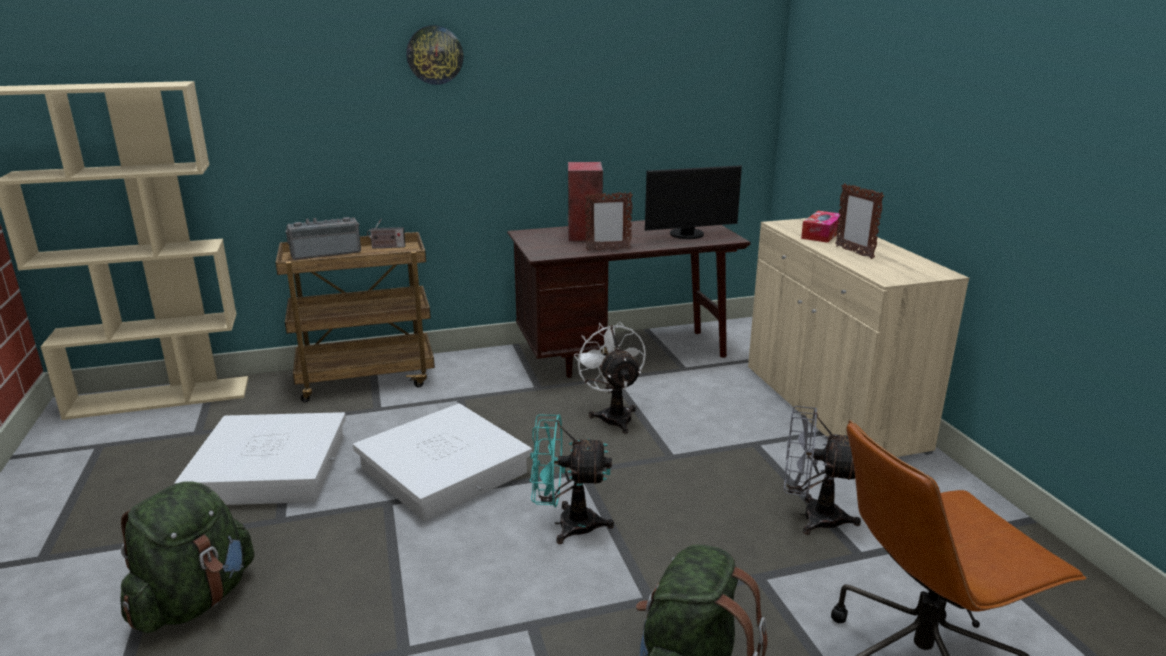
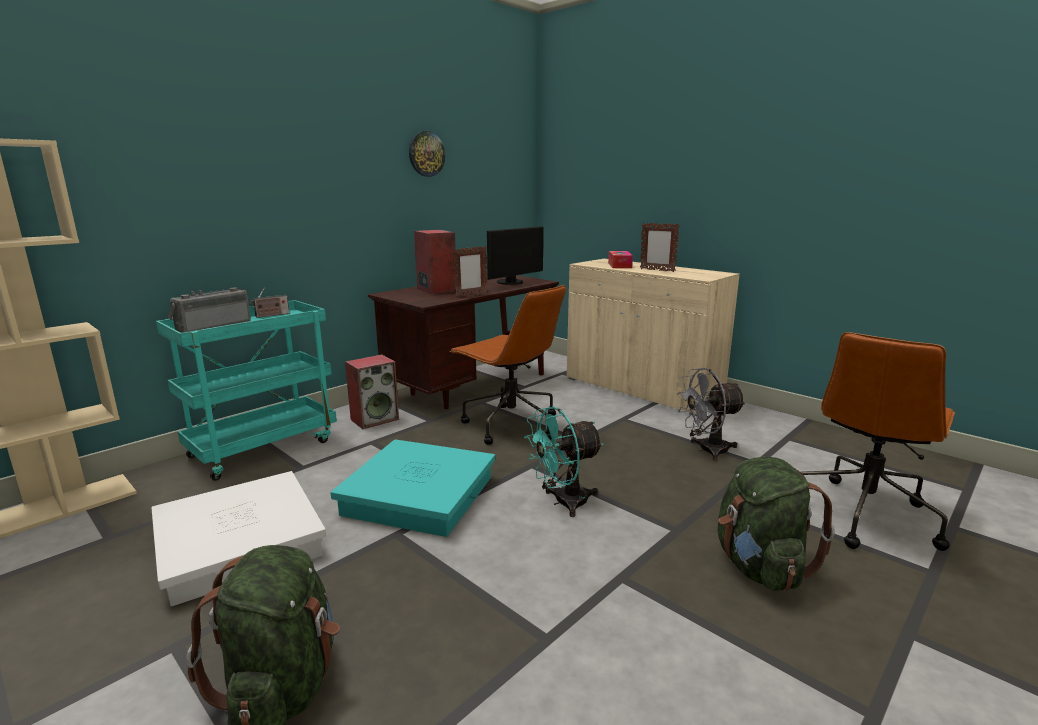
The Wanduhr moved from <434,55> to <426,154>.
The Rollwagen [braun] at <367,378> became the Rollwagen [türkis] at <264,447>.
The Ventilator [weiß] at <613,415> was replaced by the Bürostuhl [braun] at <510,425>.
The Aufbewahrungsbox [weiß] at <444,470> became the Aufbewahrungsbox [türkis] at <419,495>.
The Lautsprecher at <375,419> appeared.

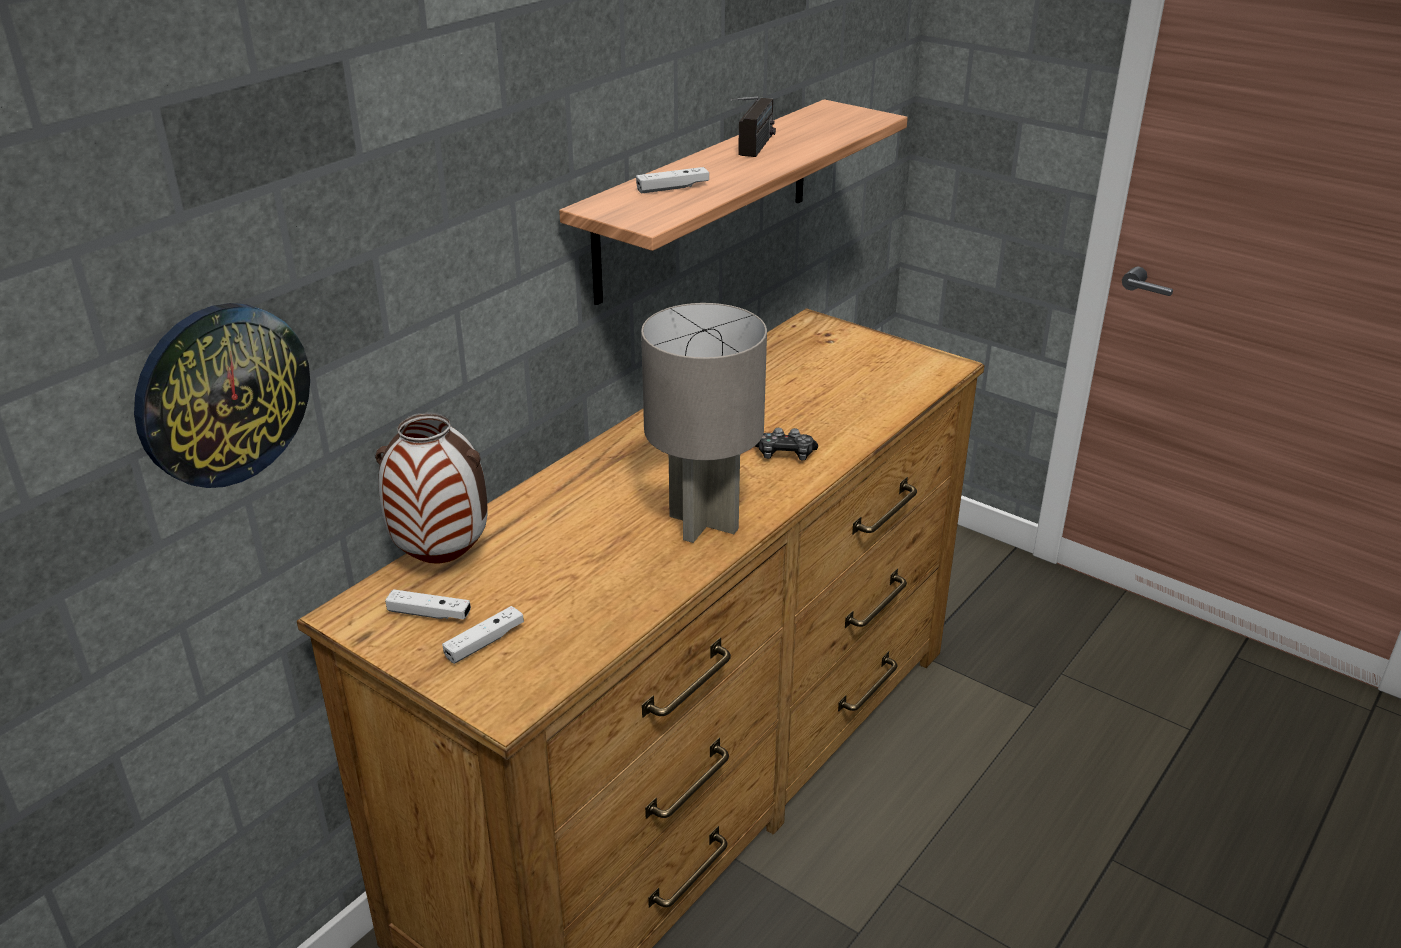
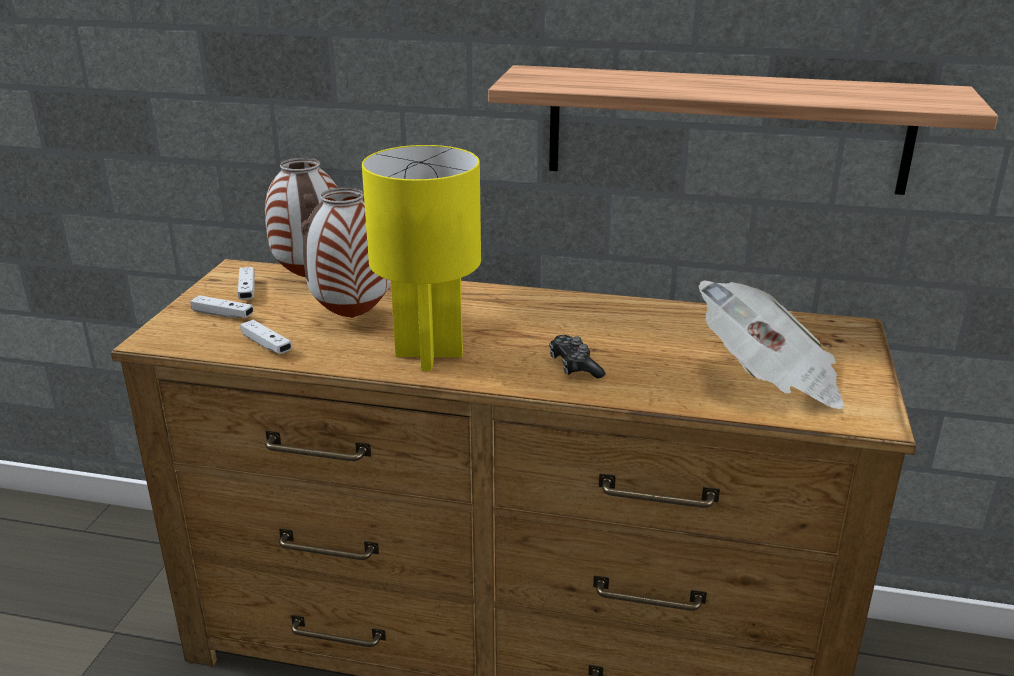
The Radio at <753,151> disappeared.
The Gamepad [weiß] moved from <672,188> to <266,345>.
The Wanduhr at <222,394> disappeared.
The Tischlampe [grau] at <704,523> became the Tischlampe [gelb] at <428,355>.
The Vase at <351,318> appeared.
The Zeitung at <769,379> appeared.

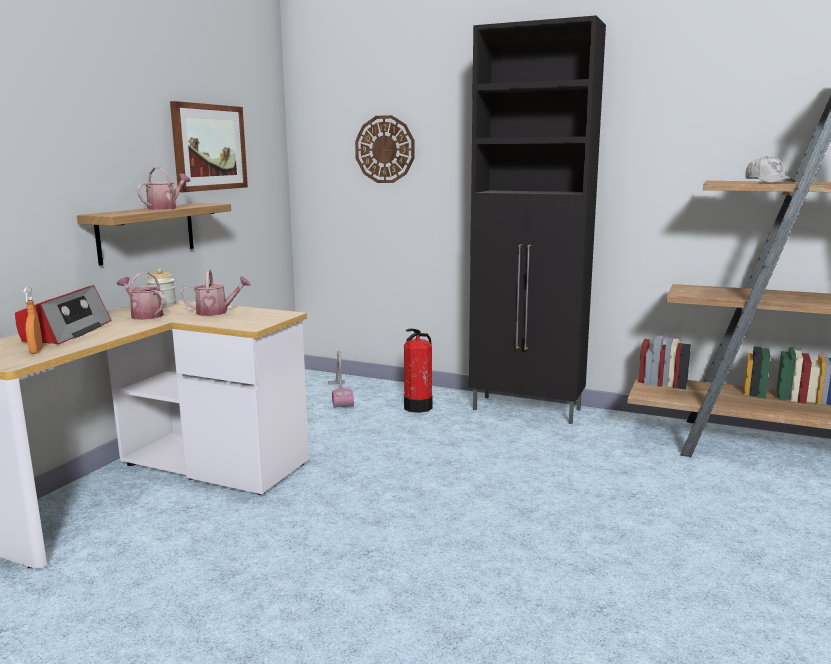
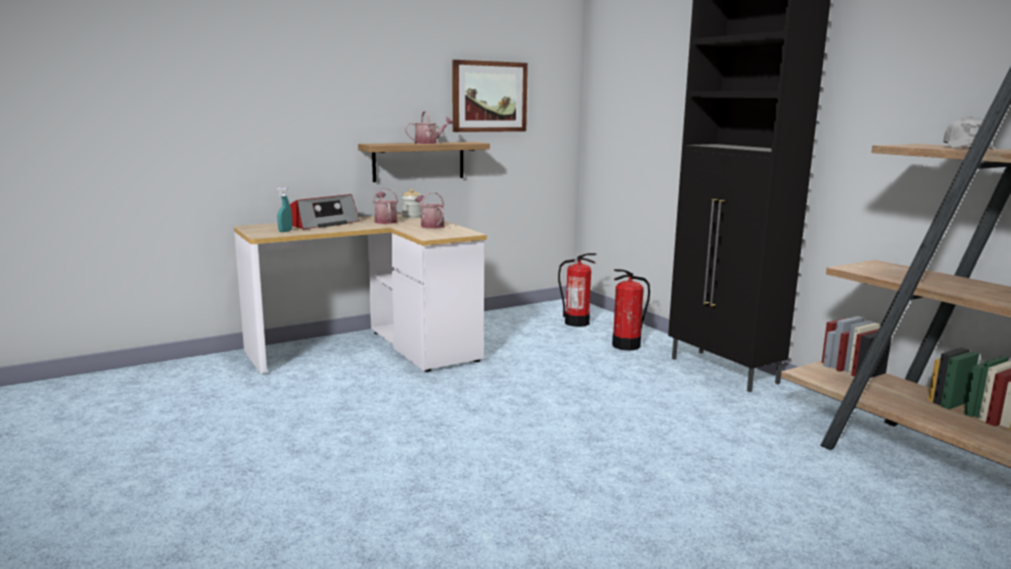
The Wanduhr at <385,149> disappeared.
The Gießkanne at <217,312> turned 150 degrees counterclockwise.
The Sprühflasche [orange] at <36,351> became the Sprühflasche [türkis] at <285,231>.
The Staubsauger at <340,394> was replaced by the Feuerlöscher at <576,322>.

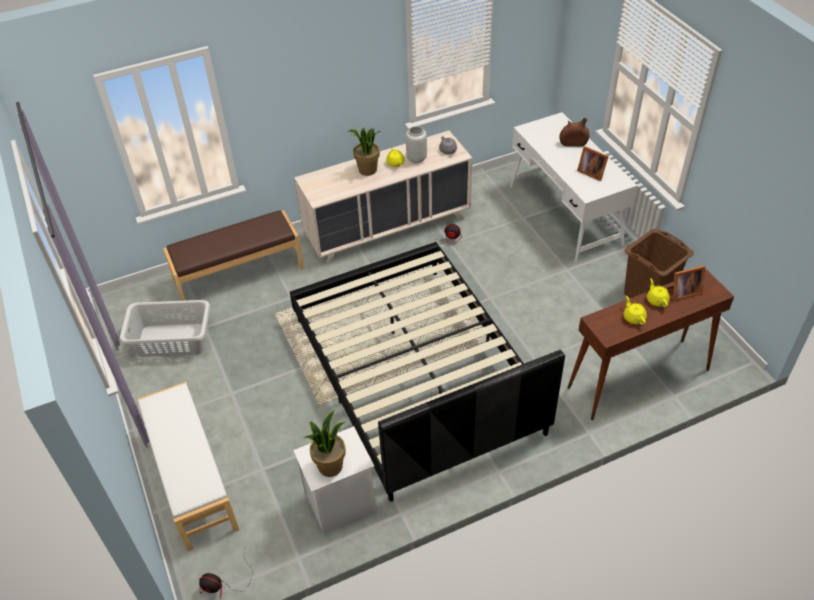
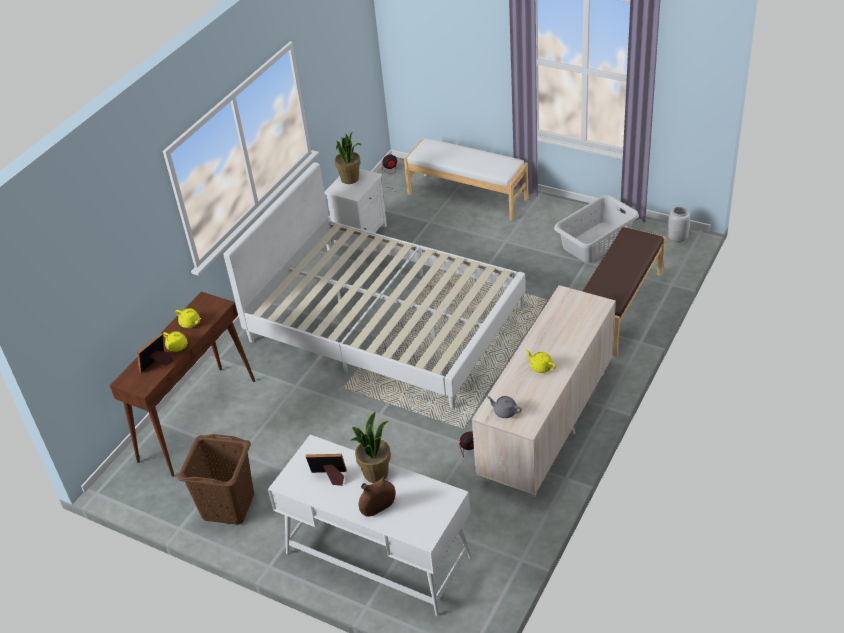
The Vase [grau] moved from <416,159> to <677,238>.
The Topfpflanze moved from <367,170> to <375,473>.
The Bett [schwarz] at <414,374> became the Bett [weiß] at <385,322>.

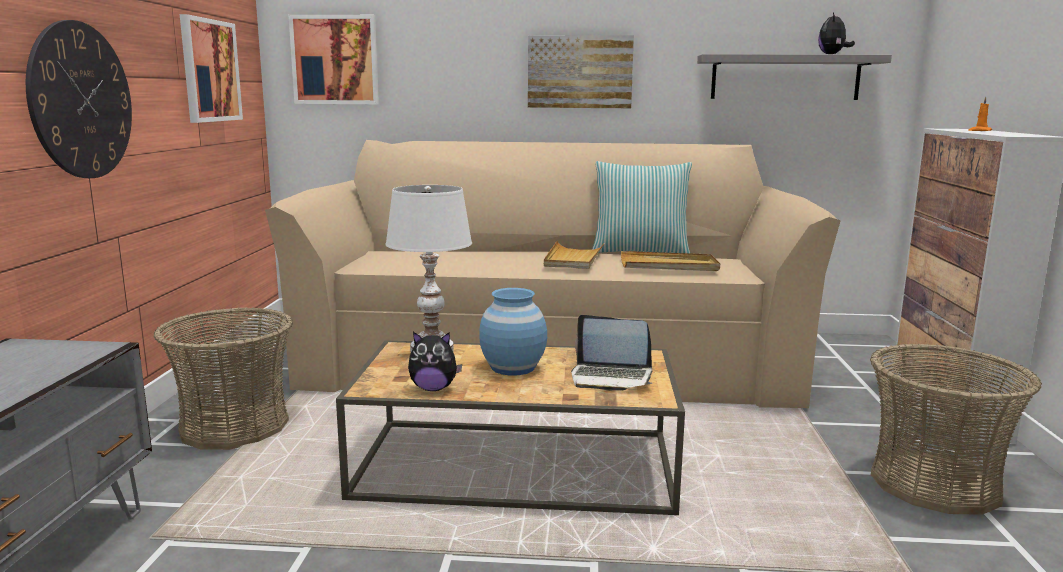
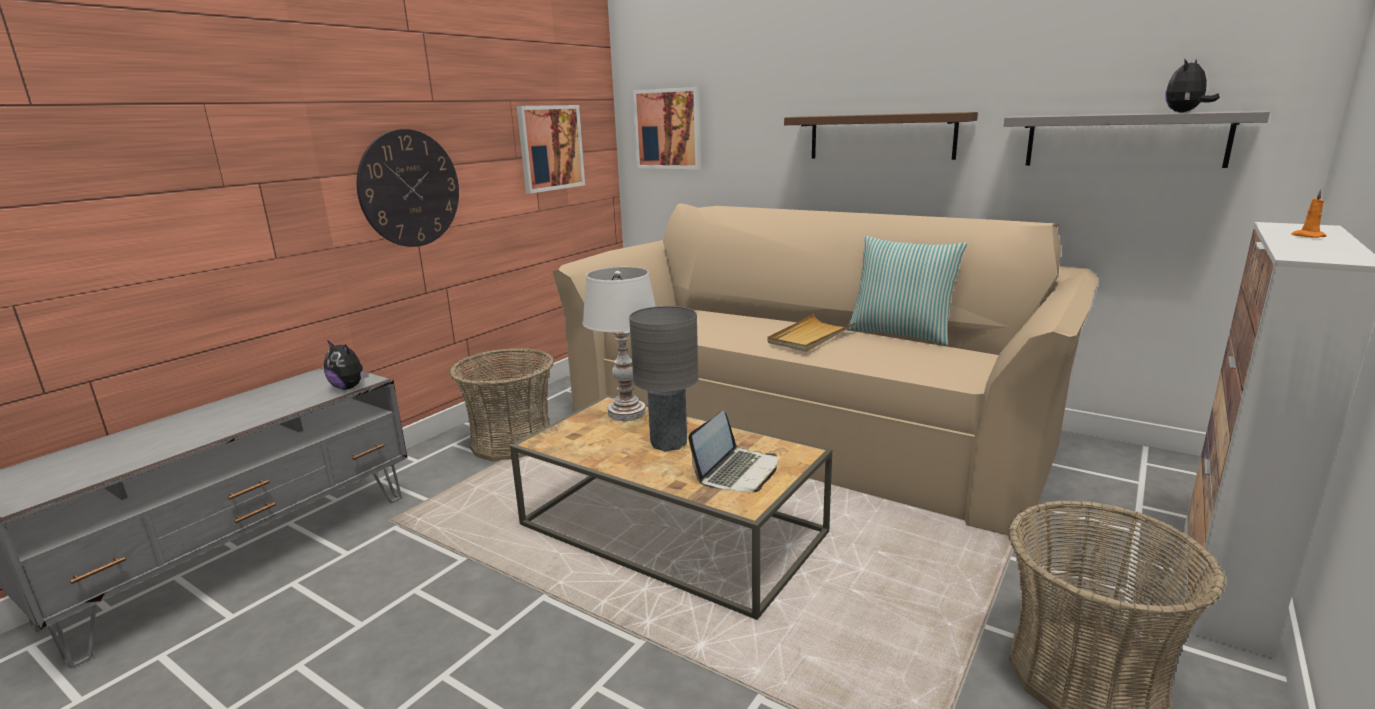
The Bild at <580,72> was replaced by the Wandregal [braun] at <881,136>.
The Tablett [beige] at <669,265> disappeared.
The Vase [blau] at <513,368> was replaced by the Tischlampe [grau] at <668,443>.
The Laptop at <611,378> turned 105 degrees counterclockwise.
The Plüschtier moved from <433,388> to <349,387>.

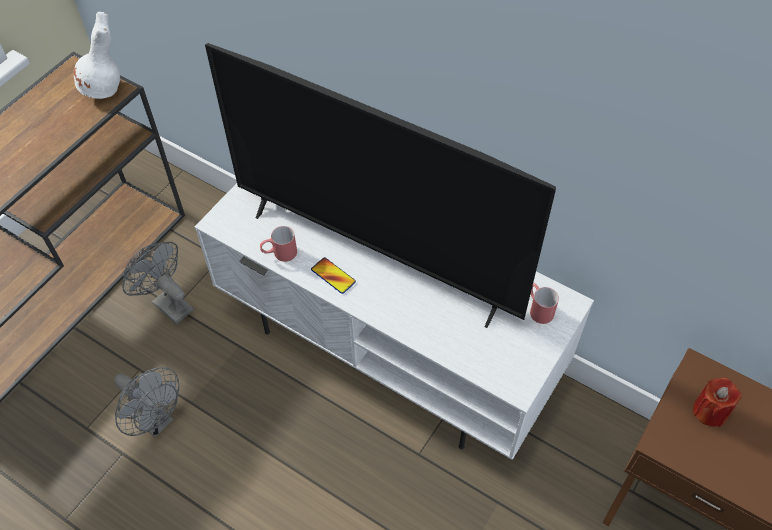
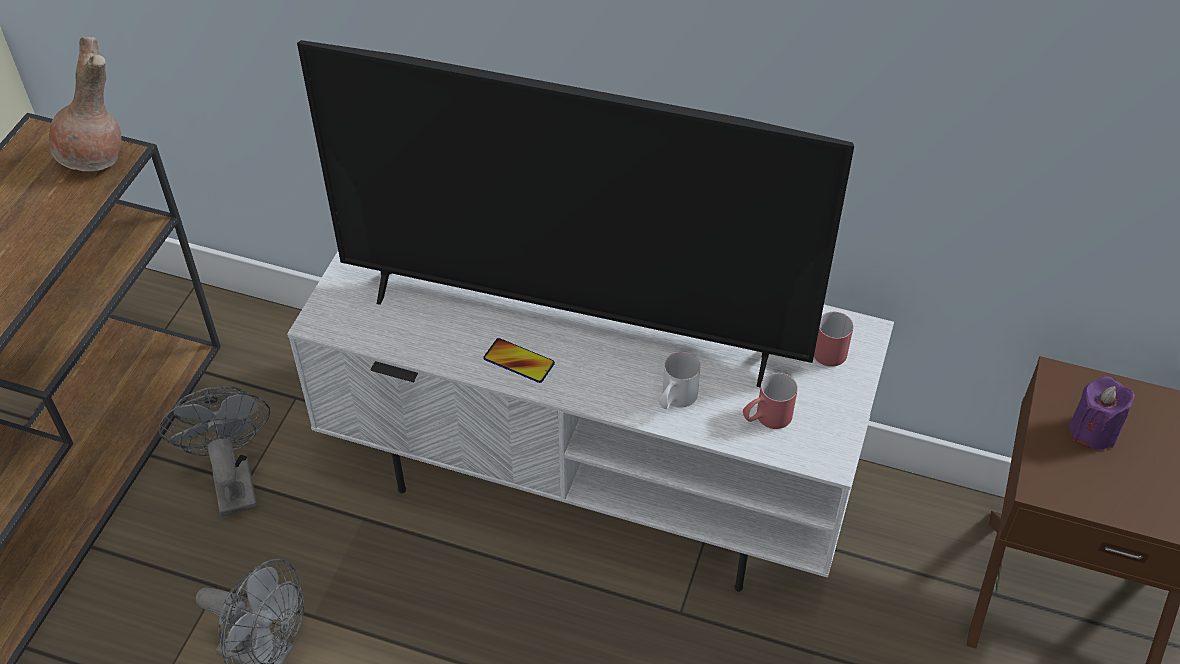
The Vase [weiß] at <104,89> became the Vase [braun] at <96,158>.
The Henkelbecher [rot] moved from <279,253> to <766,418>.
The Ventilator [grau] at <167,303> turned 45 degrees clockwise.
The Kerze [rot] at <710,411> became the Kerze [lila] at <1093,431>.
The Henkelbecher [weiß] at <675,400> appeared.

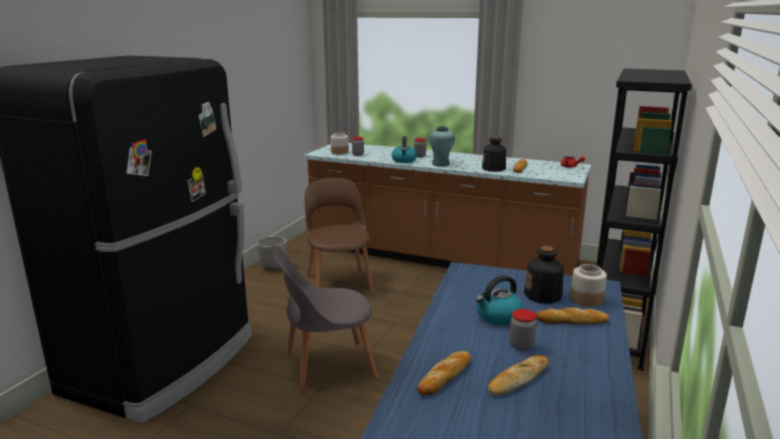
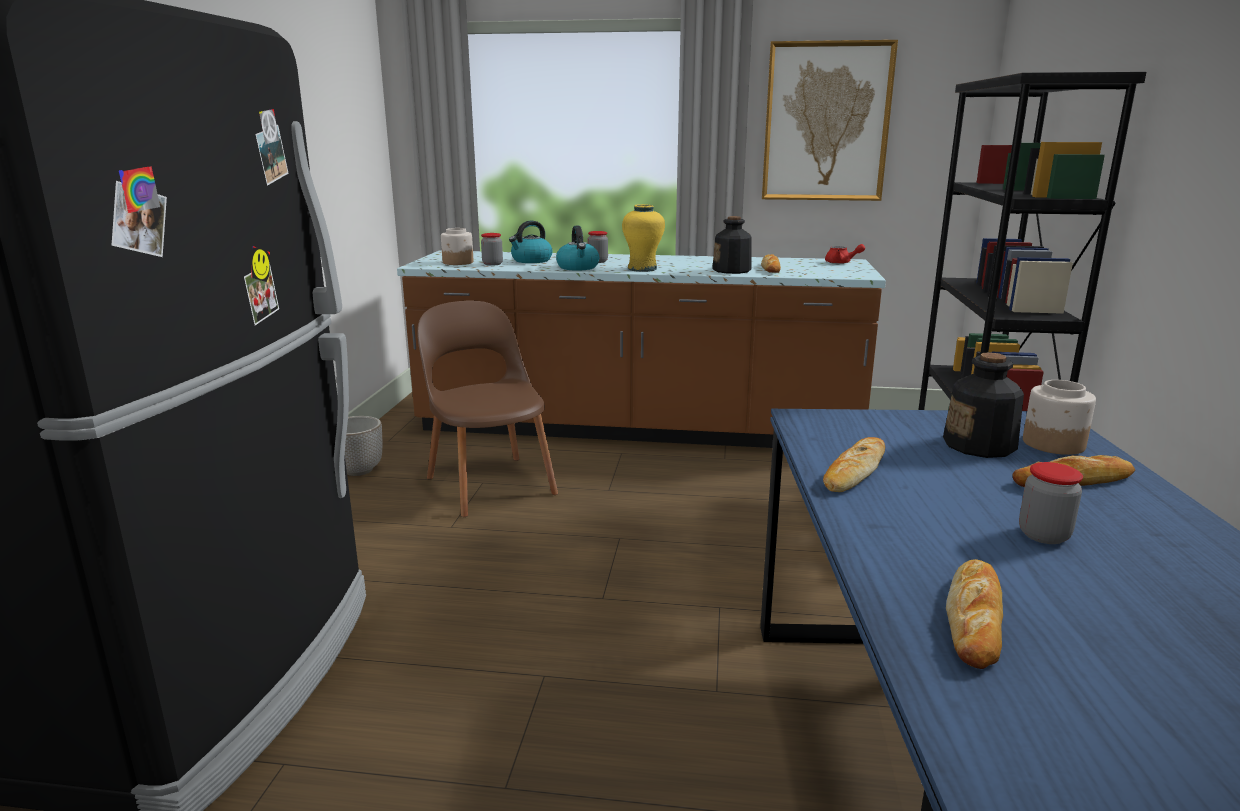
The Vase [türkis] at <440,164> became the Vase [gelb] at <642,269>.
The Stuhl [grau] at <326,367> disappeared.
The Wasserkessel moved from <498,317> to <531,260>.
The Brot moved from <518,379> to <854,471>.
The Bild at <826,122> appeared.

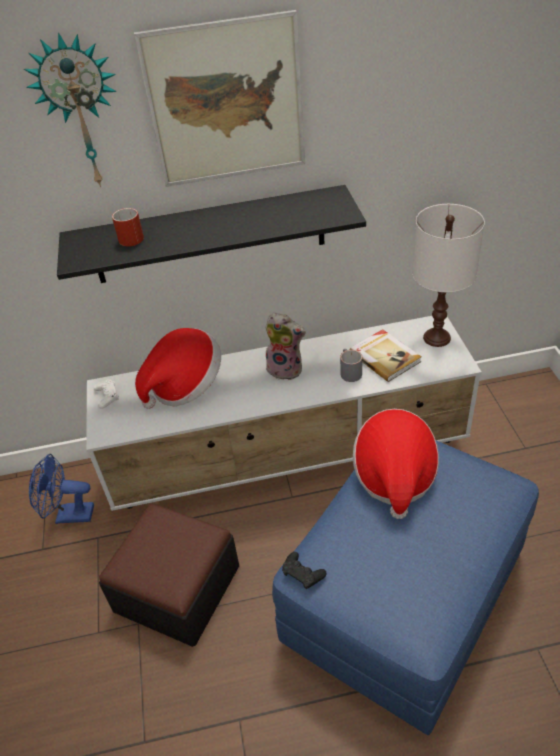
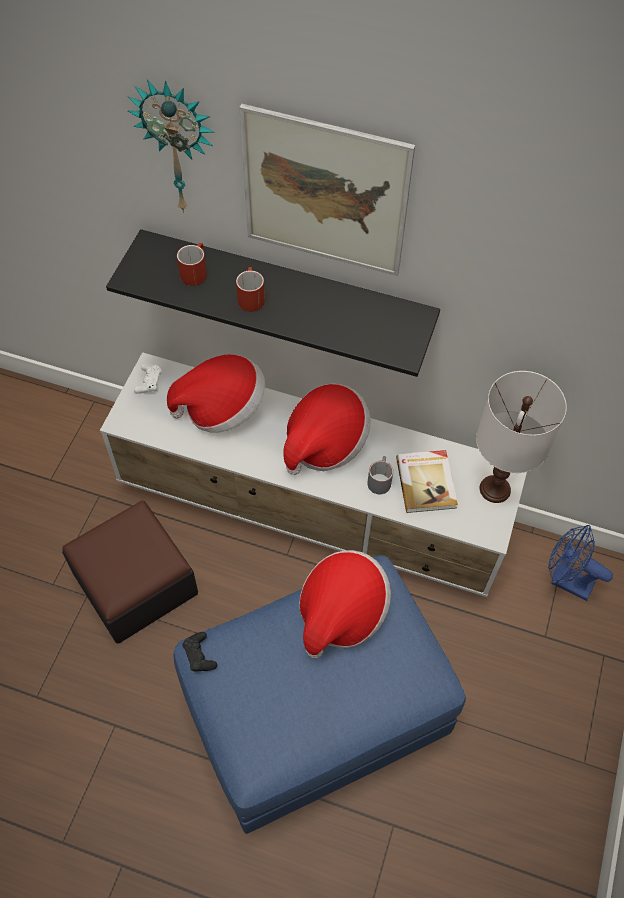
The Plüschtier at <286,369> was replaced by the Hut at <324,442>.
The Ventilator [blau] moved from <68,515> to <565,581>.
The Henkelbecher [rot] at <250,297> appeared.

